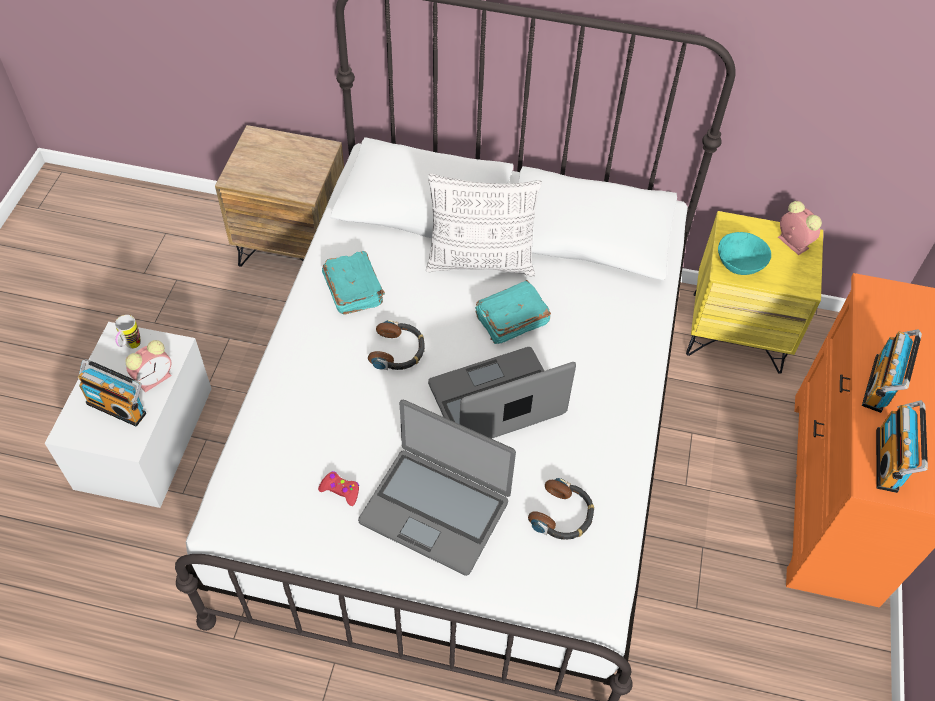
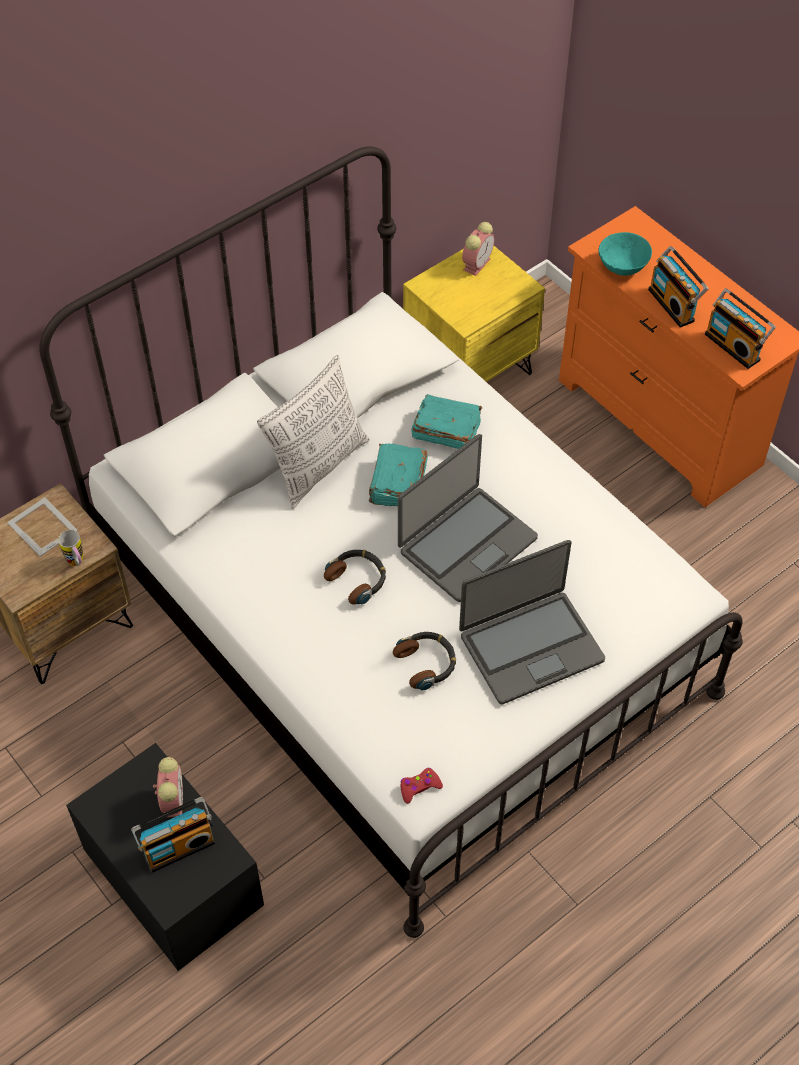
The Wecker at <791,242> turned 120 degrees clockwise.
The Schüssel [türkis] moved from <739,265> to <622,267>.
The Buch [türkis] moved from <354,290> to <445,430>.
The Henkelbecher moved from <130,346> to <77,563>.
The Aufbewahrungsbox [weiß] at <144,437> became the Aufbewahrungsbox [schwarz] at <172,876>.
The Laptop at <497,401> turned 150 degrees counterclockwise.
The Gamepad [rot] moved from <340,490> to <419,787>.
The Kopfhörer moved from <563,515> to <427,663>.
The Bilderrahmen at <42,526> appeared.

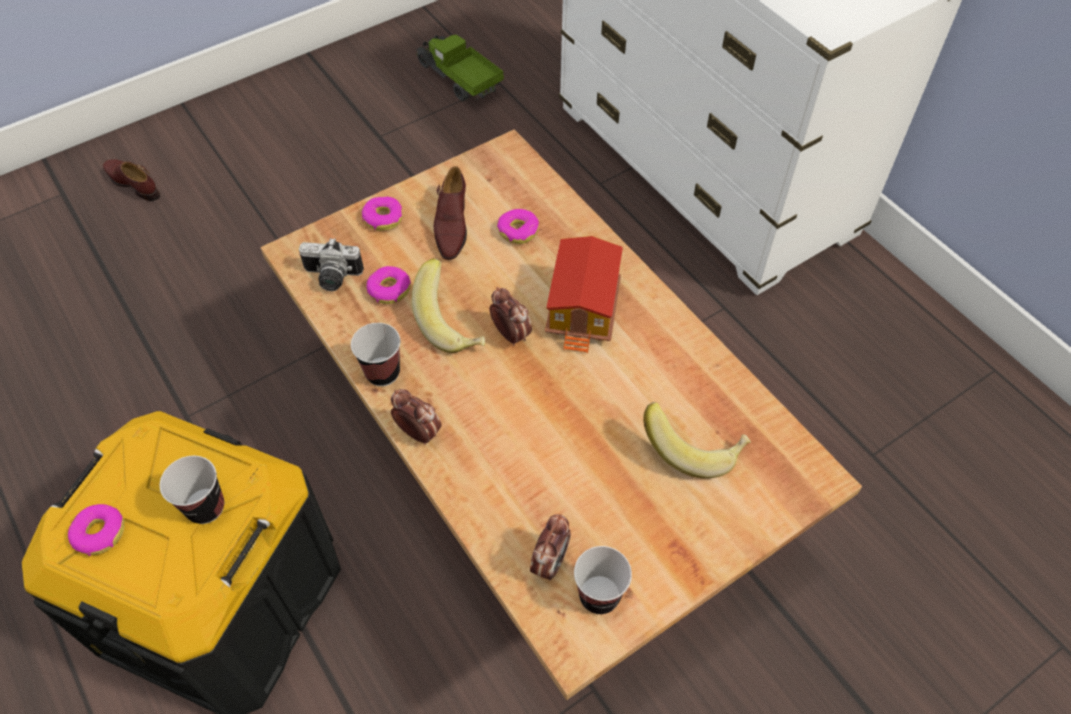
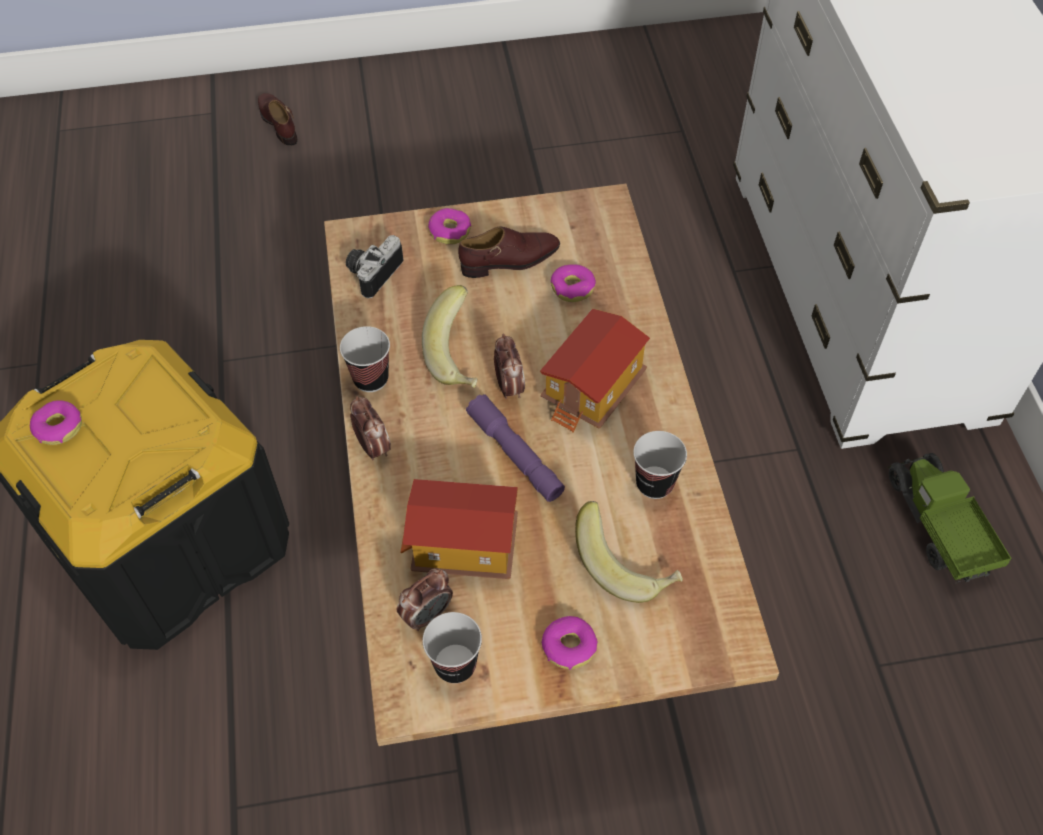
The Spielzeuglaster moved from <458,80> to <936,527>.
The Schuh [braun] at <451,225> turned 135 degrees counterclockwise.
The Kamera at <331,278> turned 90 degrees clockwise.
The Donut moved from <389,289> to <569,646>.
The Tasse moved from <205,507> to <654,483>.
The Taschenlampe [lila] at <515,454> appeared.
The Spielzeughaus at <463,548> appeared.

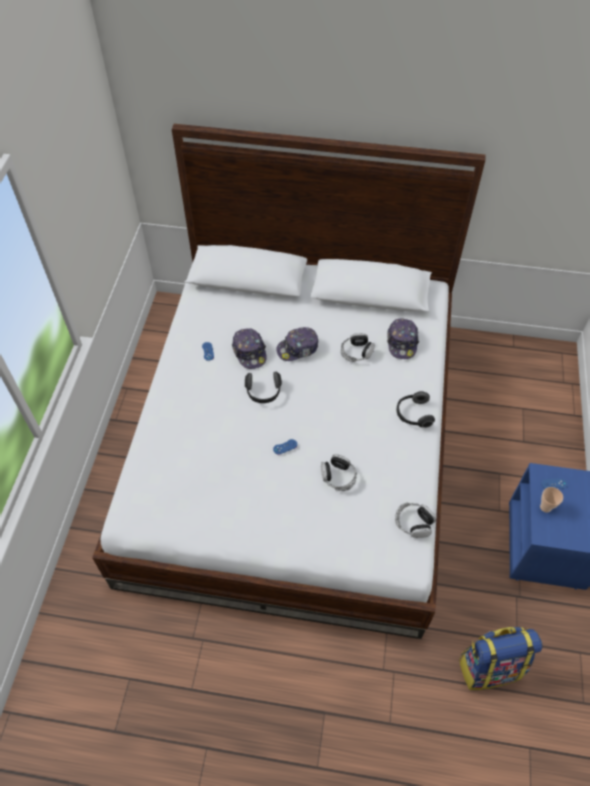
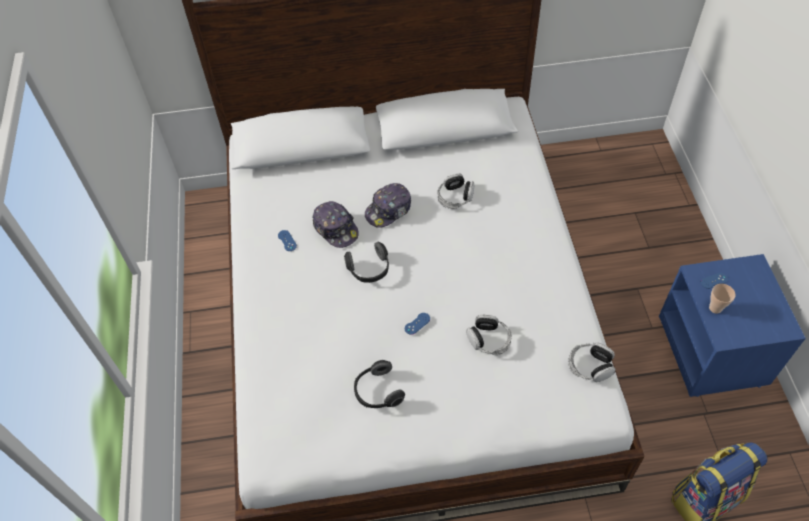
The Kappe at <402,342> disappeared.
The Kopfhörer moved from <413,414> to <377,392>.

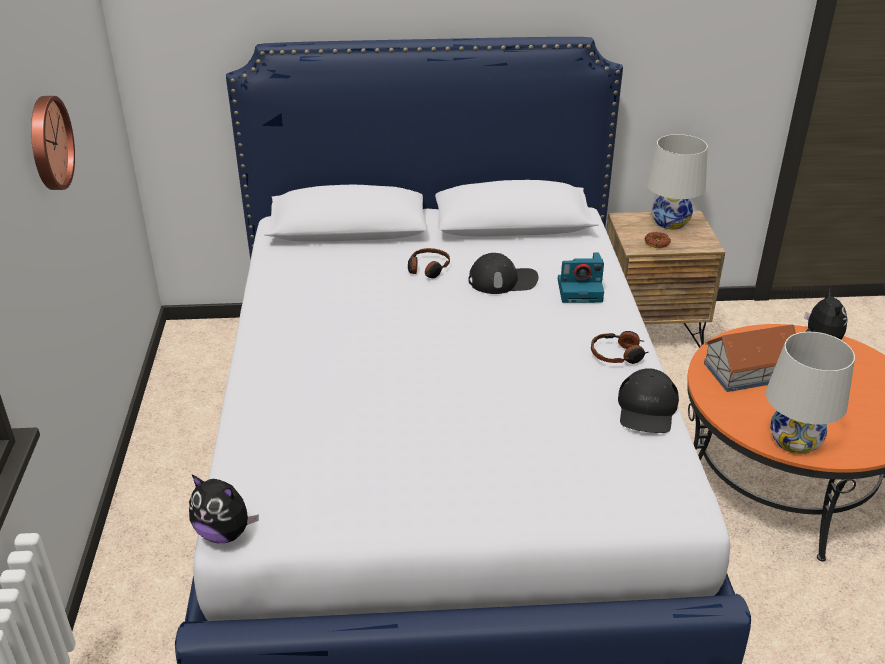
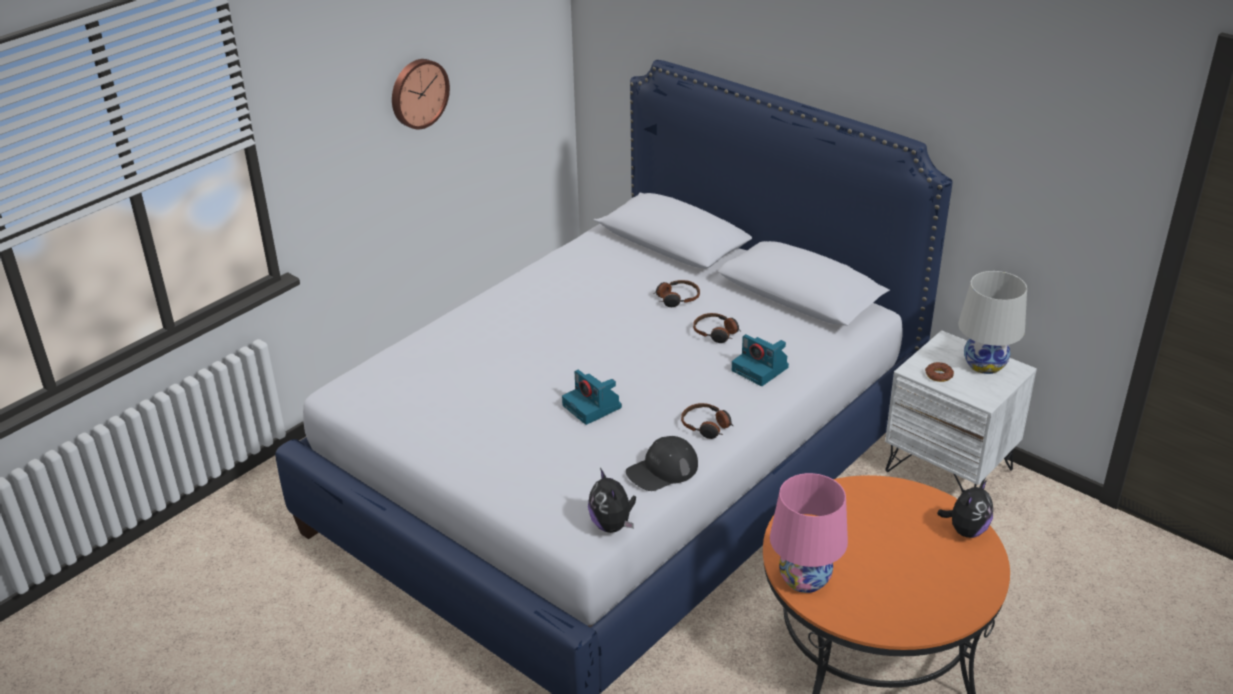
The Nachttisch [braun] at <650,328> became the Nachttisch [weiß] at <949,470>.
The Kappe [schwarz] at <503,280> was replaced by the Kopfhörer at <716,333>.
The Spielzeughaus at <747,371> disappeared.
The Tischlampe [weiß] at <794,441> became the Tischlampe [rosa] at <804,579>.
The Plüschtier moved from <224,533> to <612,525>.
The Kamera at <593,407> appeared.

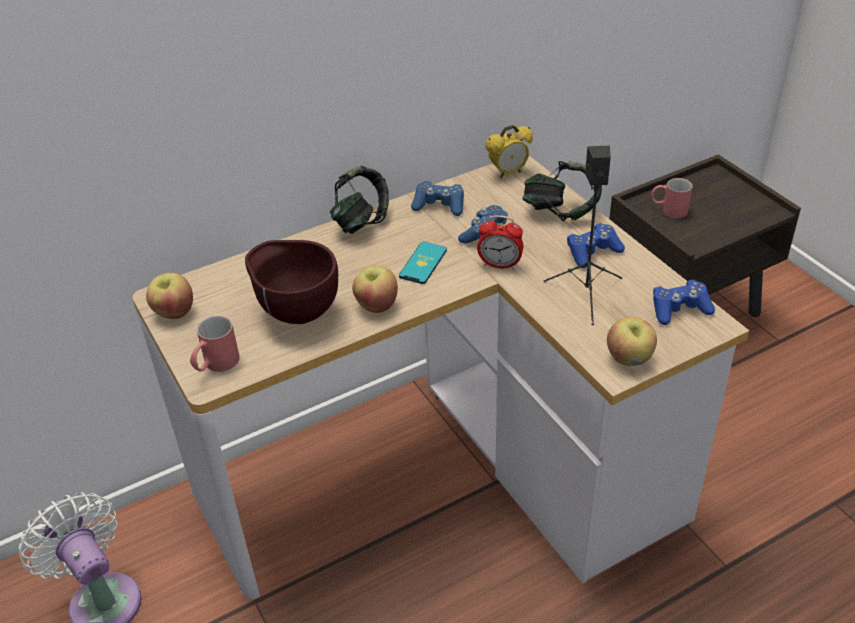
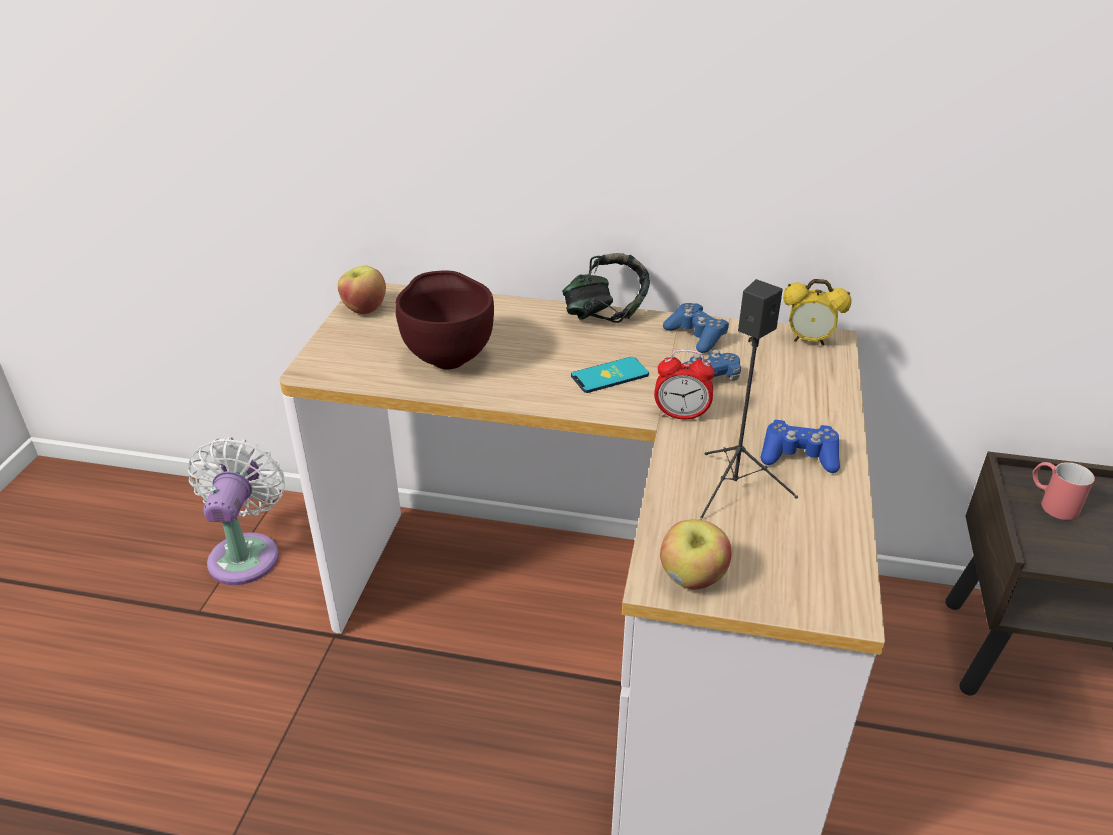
The Kopfhörer at <560,211> disappeared.
The Wecker at <500,265> turned 45 degrees counterclockwise.
The Apfel at <376,305> disappeared.
The Gamepad [blau] at <679,309> disappeared.
The Henkelbecher [rot] at <216,365> disappeared.

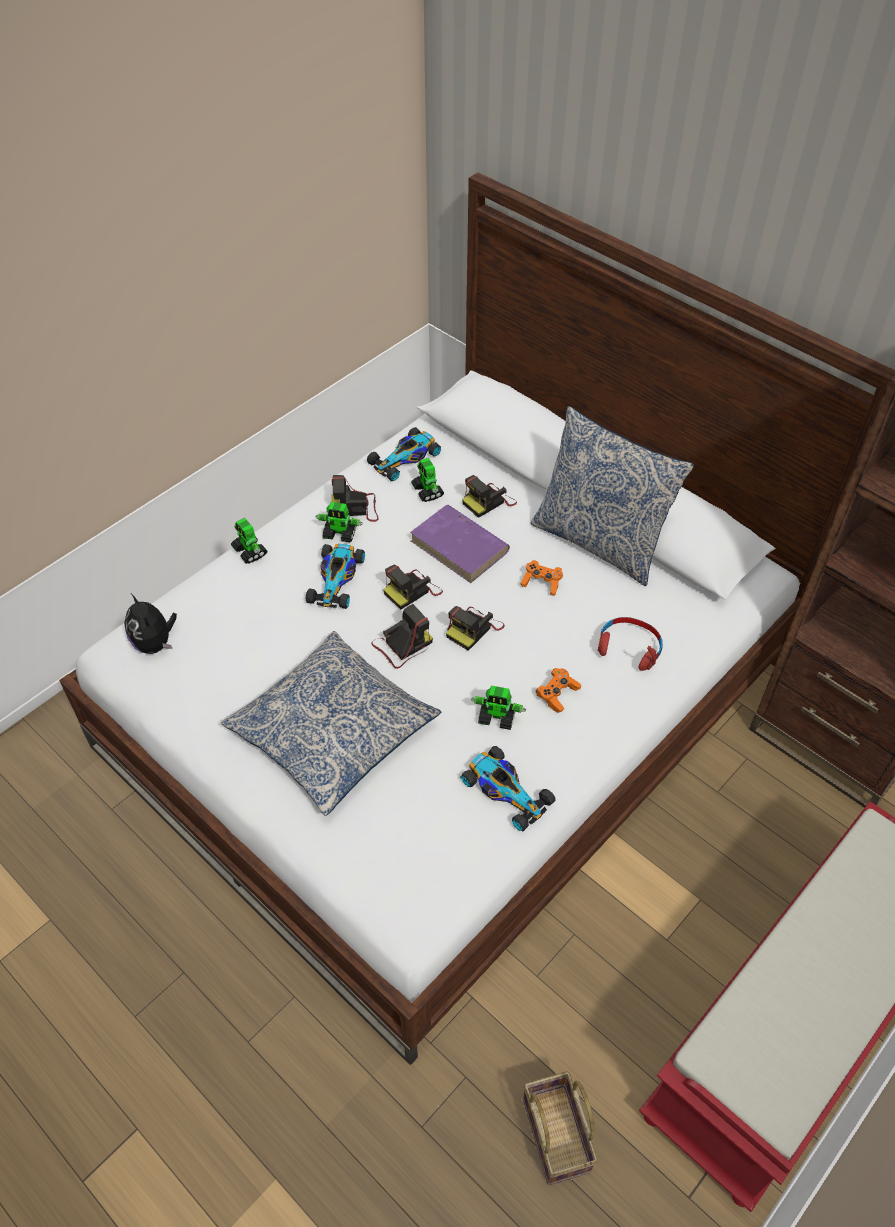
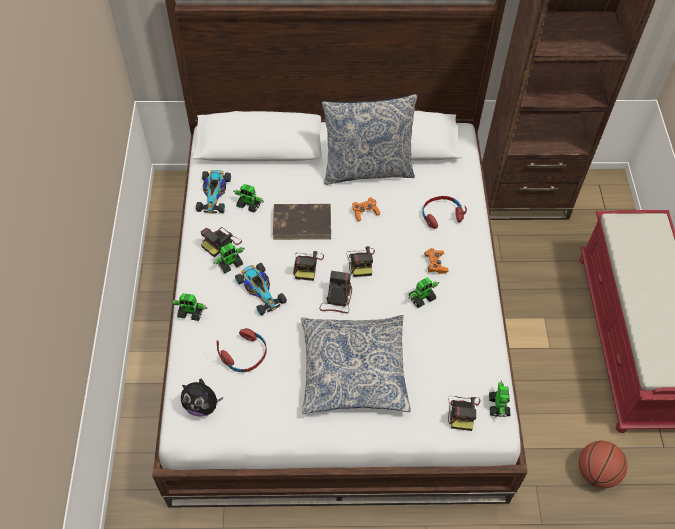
The Kamera moved from <488,501> to <462,412>.
The Buch [lila] at <460,546> became the Buch [braun] at <303,223>.
The Spielzeugauto at <505,790> disappeared.
The Korb at <558,1136> was replaced by the Basketball at <596,472>.
The Kopfhörer [rot] at <245,355> appeared.
The Spielzeugroboter at <498,405> appeared.

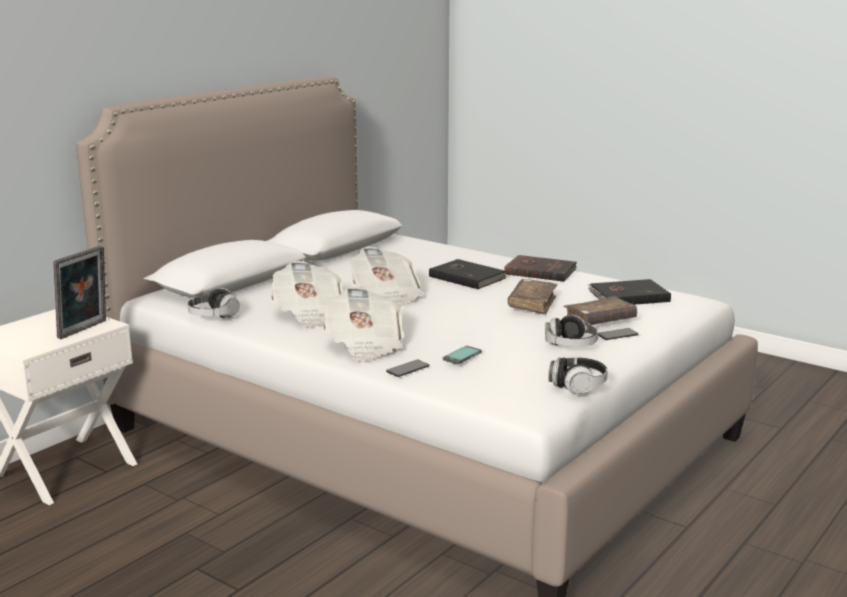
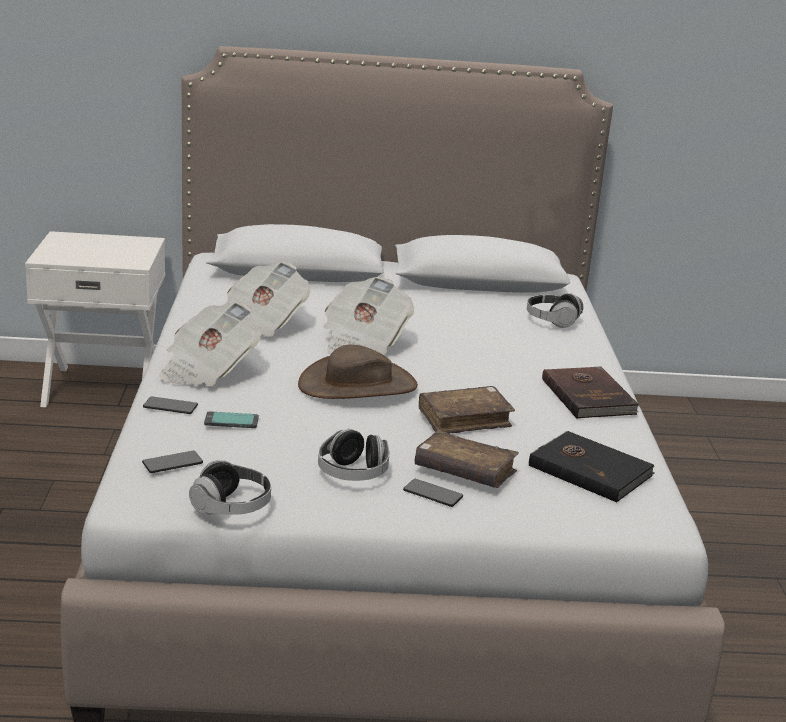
The Bilderrahmen at <85,330> disappeared.
The Buch [schwarz] at <467,277> disappeared.
The Kopfhörer moved from <213,316> to <552,321>.
The Hut [braun] at <358,385> appeared.
The Handy at <172,463> appeared.

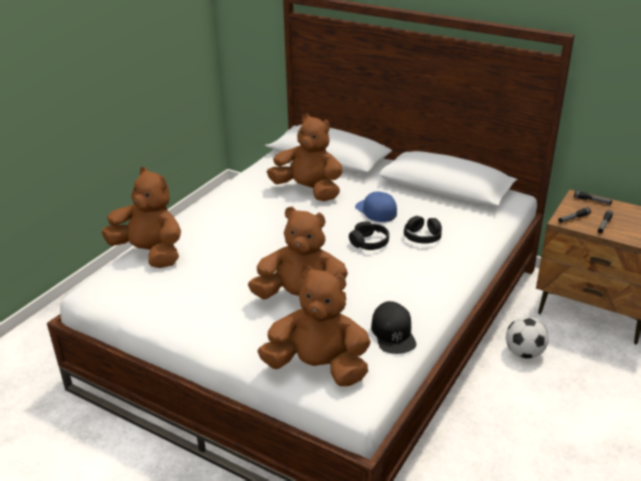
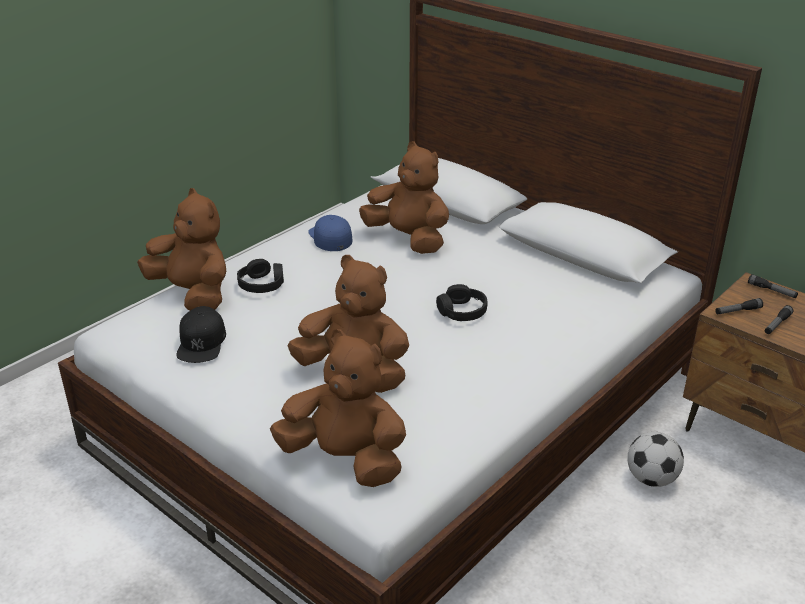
The Kappe [blau] moved from <376,210> to <330,237>.
The Kopfhörer [schwarz] moved from <422,236> to <262,284>.
The Kappe [schwarz] moved from <393,333> to <201,342>.

